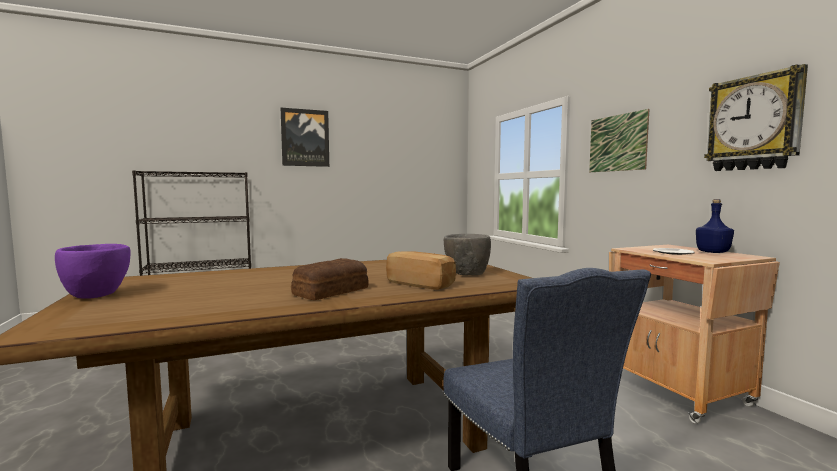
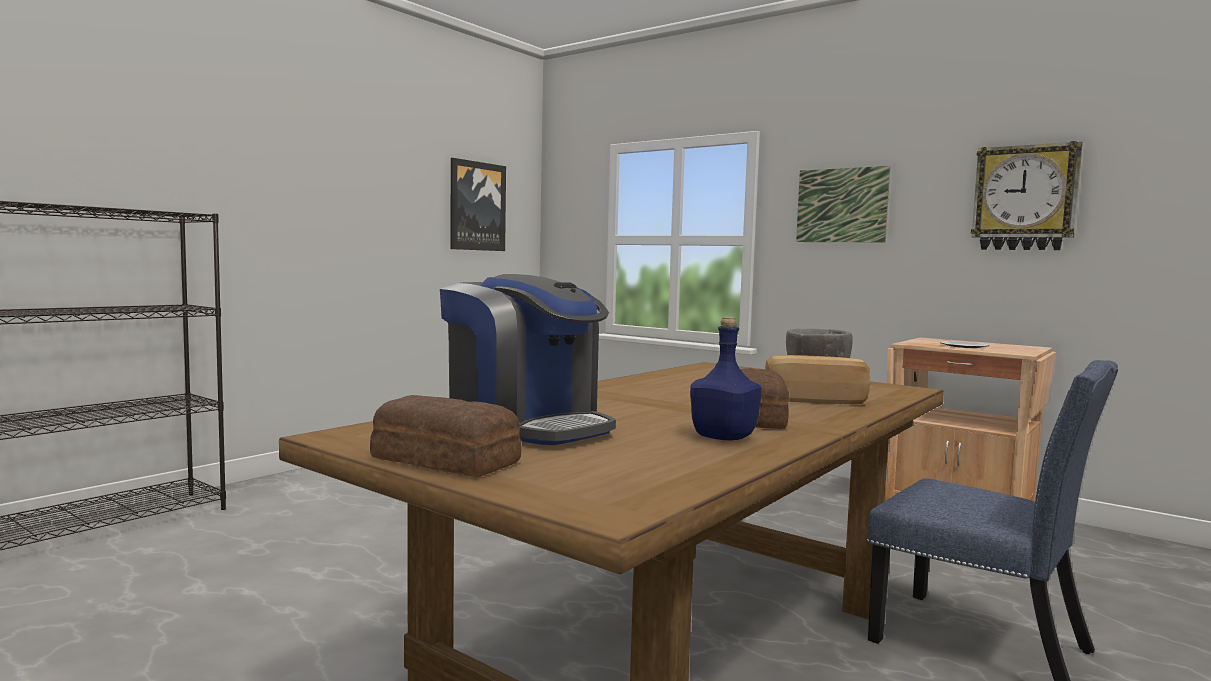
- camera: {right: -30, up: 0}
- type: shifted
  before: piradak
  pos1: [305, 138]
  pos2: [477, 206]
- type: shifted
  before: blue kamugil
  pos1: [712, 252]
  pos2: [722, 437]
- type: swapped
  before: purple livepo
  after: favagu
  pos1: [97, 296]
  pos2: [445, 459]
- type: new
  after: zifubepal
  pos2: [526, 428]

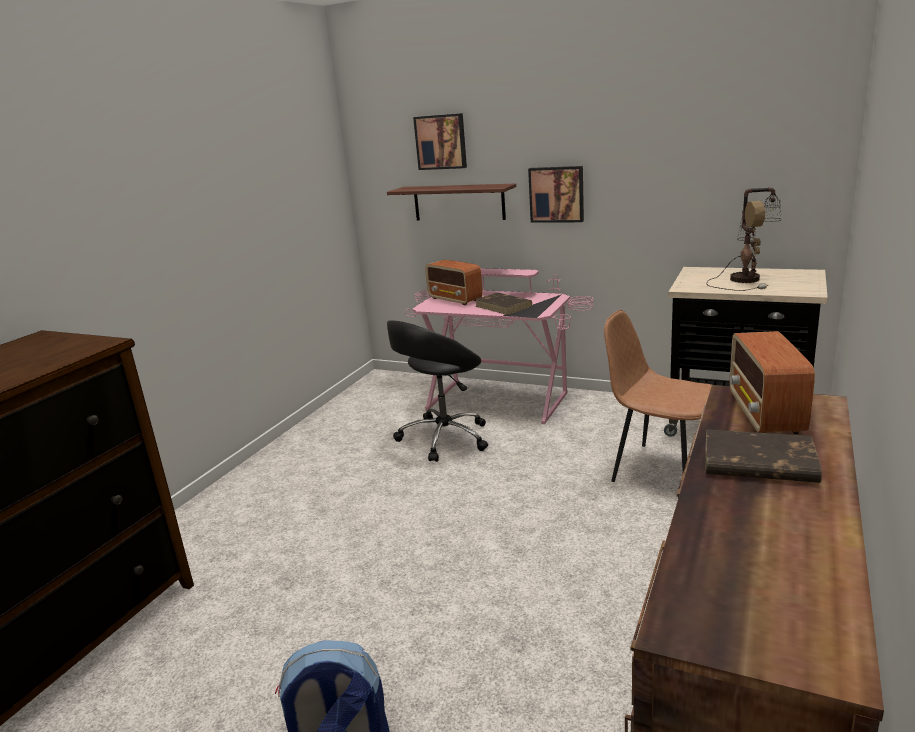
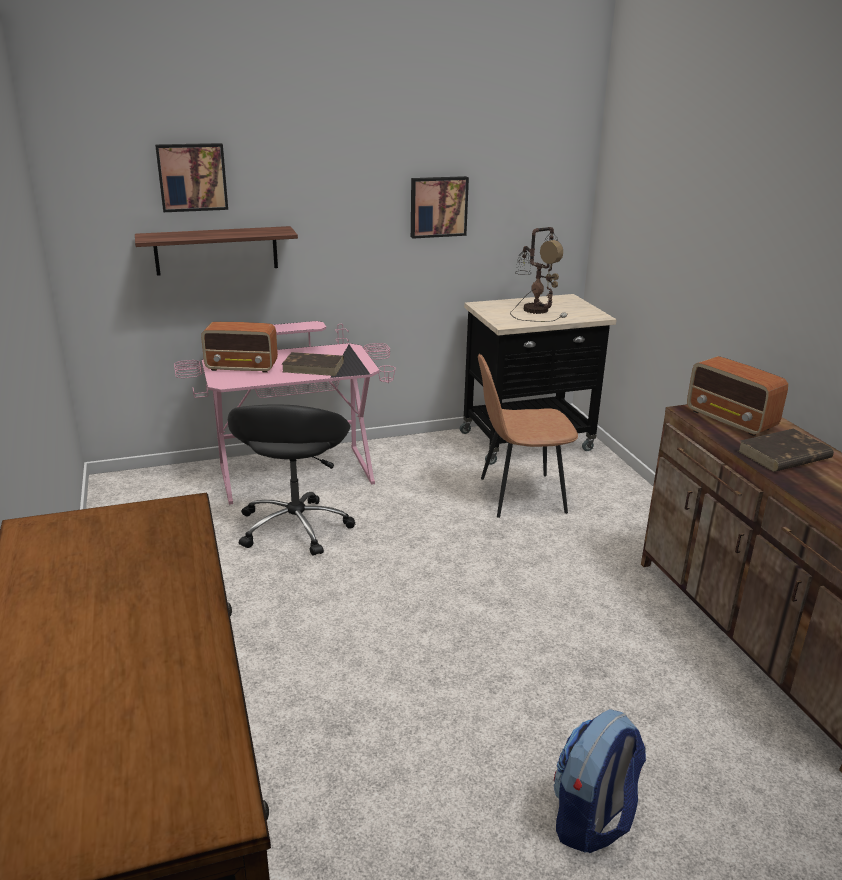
- camera: {right: -45, up: 5}
- type: shifted
  before: piradak
  pos1: [557, 194]
  pos2: [438, 206]

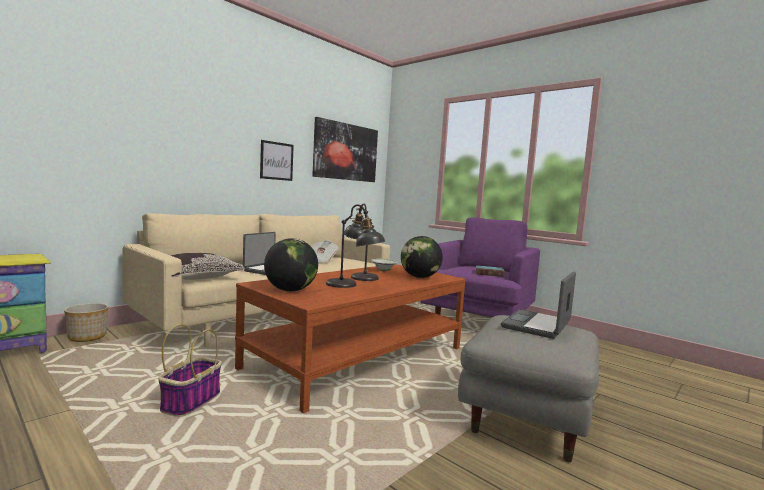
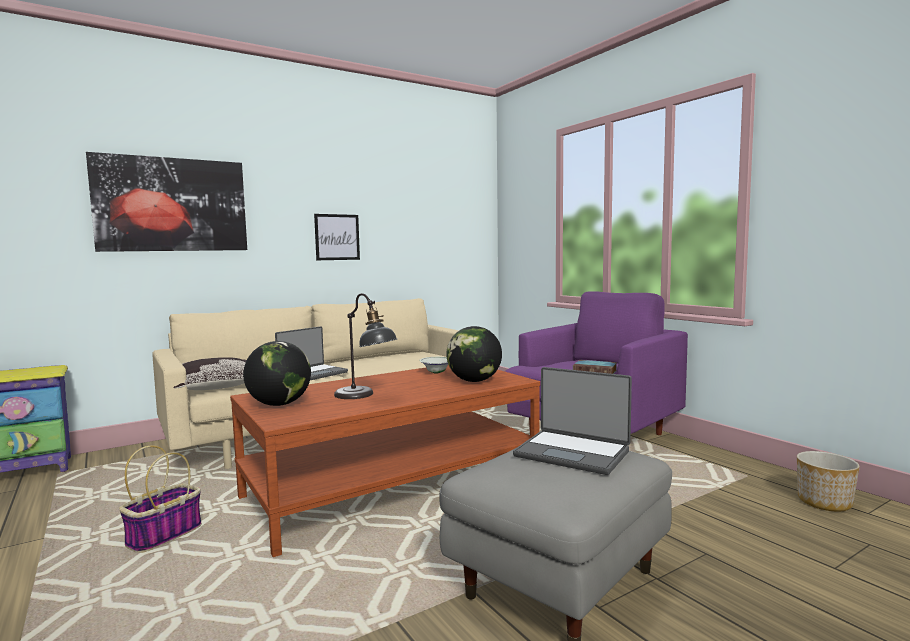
- camera: {right: 15, up: 0}
- type: shifted
  before: piradak
  pos1: [346, 152]
  pos2: [172, 205]
- type: gone
  before: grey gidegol
  pos1: [359, 275]
- type: gone
  before: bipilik
  pos1: [320, 261]
- type: rotated
  before: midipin
  pos1: [538, 325]
  pos2: [573, 453]
  turn: -105
- type: shifted
  before: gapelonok
  pos1: [87, 337]
  pos2: [824, 502]

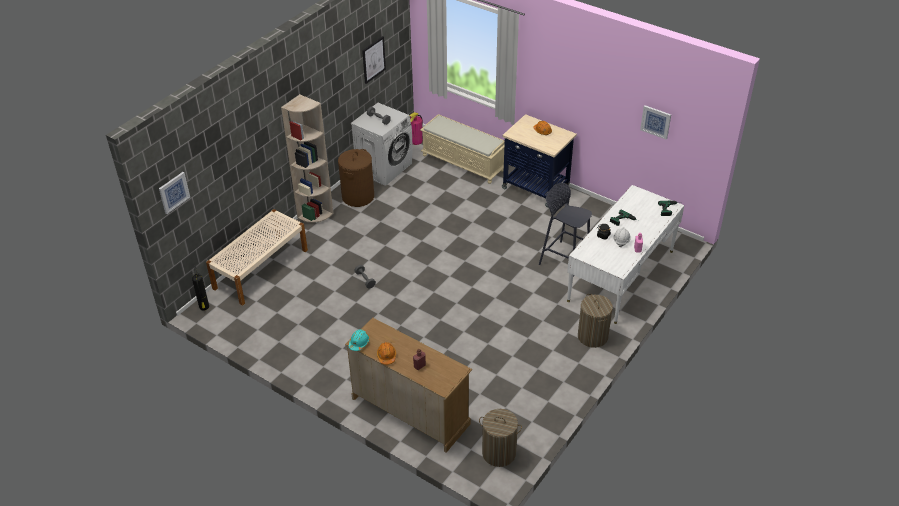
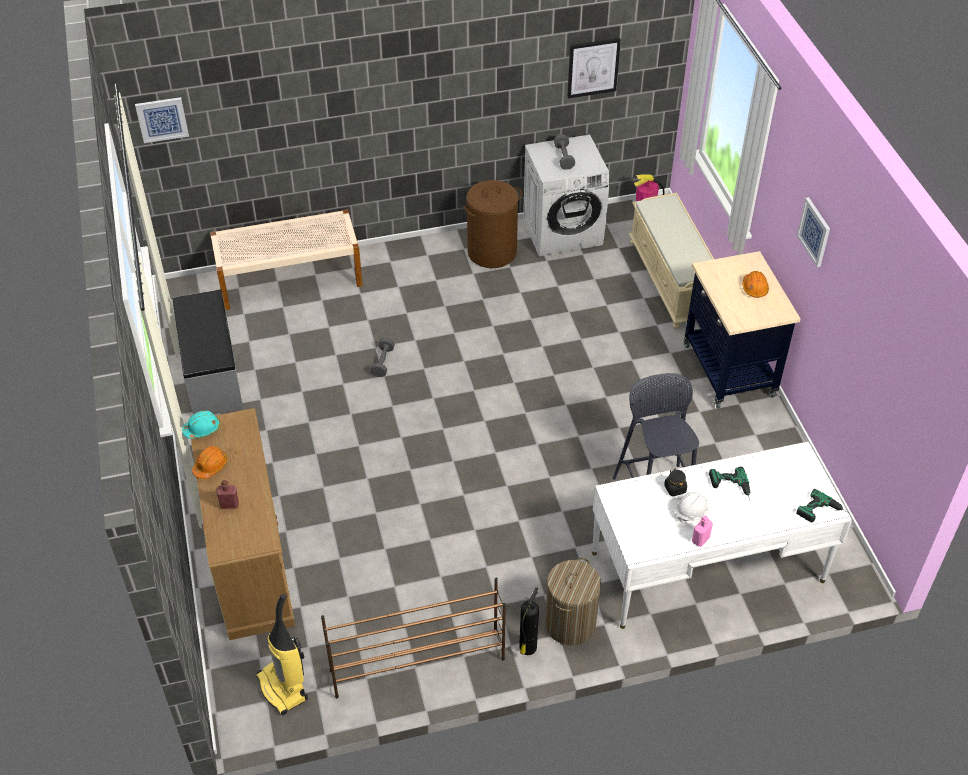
- camera: {right: 40, up: 5}
- type: gone
  before: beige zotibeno
  pos1: [315, 217]
- type: shifted
  before: piradak
  pos1: [656, 121]
  pos2: [814, 232]
- type: shifted
  before: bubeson
  pos1: [204, 307]
  pos2: [527, 649]
- type: swapped
  before: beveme
  after: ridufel
  pos1: [499, 453]
  pos2: [284, 688]
- type: new
  after: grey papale
  pos2: [211, 373]
- type: new
  after: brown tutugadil
  pos2: [416, 664]

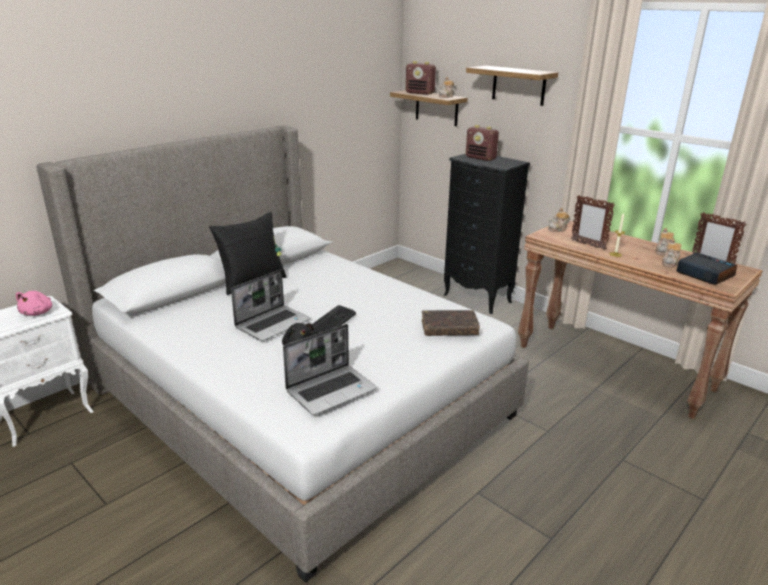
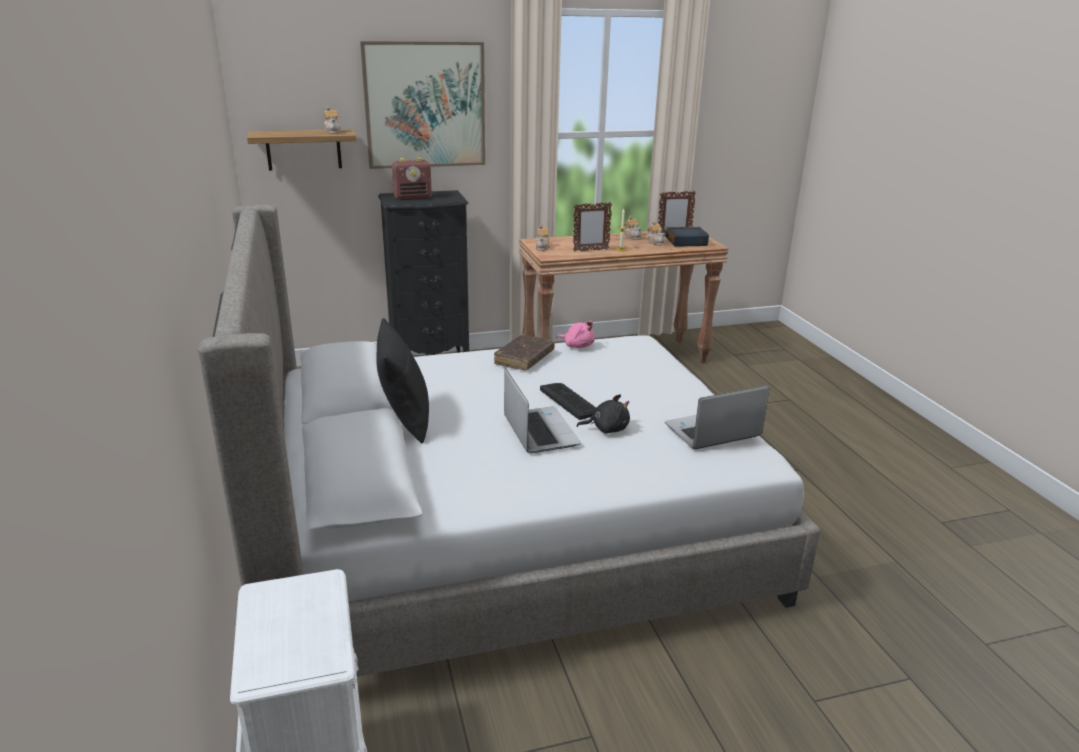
- camera: {right: -60, up: 0}
- type: gone
  before: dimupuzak
  pos1: [420, 93]
- type: swapped
  before: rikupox
  after: piradak
  pos1: [518, 85]
  pos2: [425, 105]
- type: shifted
  before: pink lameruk
  pos1: [38, 312]
  pos2: [577, 346]
- type: shifted
  before: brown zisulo
  pos1: [449, 329]
  pos2: [524, 358]
- type: rotated
  before: midipin
  pos1: [331, 390]
  pos2: [712, 432]
  turn: -105

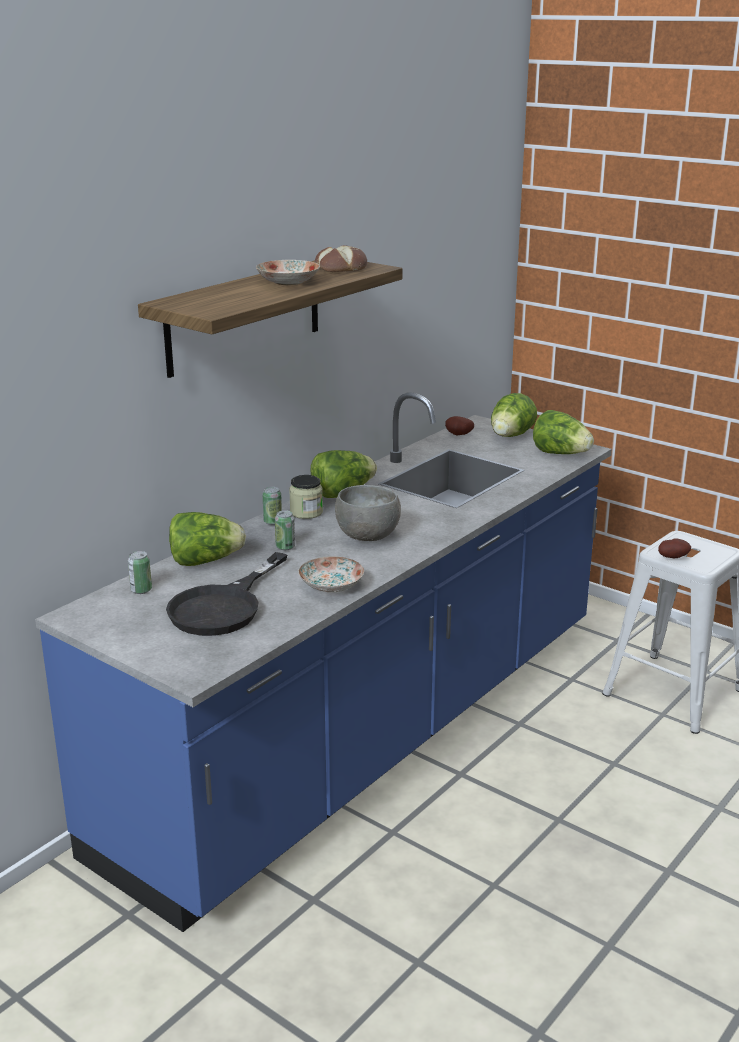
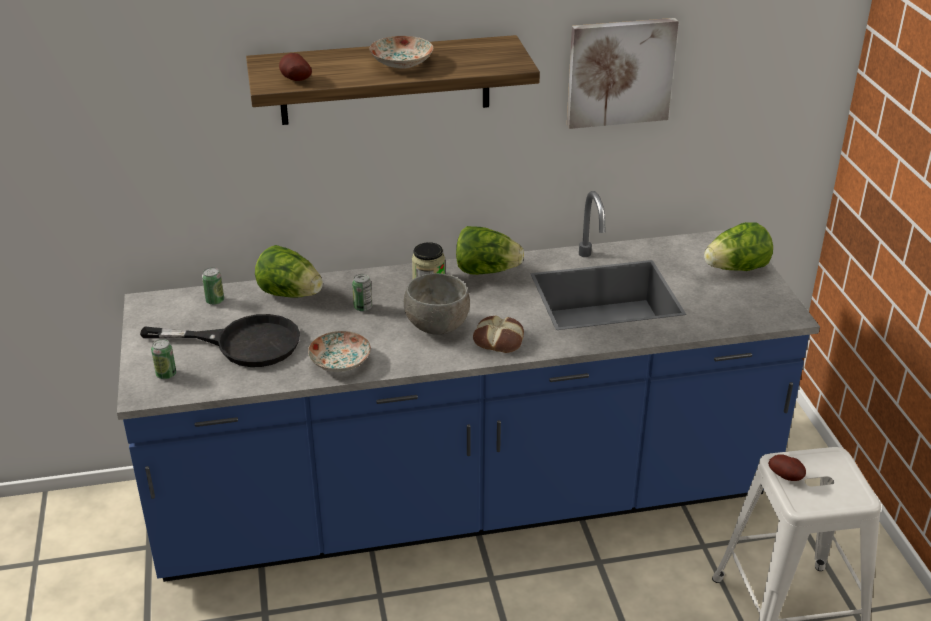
- camera: {right: 40, up: 10}
- type: shifted
  before: favagu
  pos1: [341, 267]
  pos2: [499, 339]
- type: gone
  before: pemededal
  pos1: [561, 454]
- type: shifted
  before: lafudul
  pos1: [458, 435]
  pos2: [294, 80]
- type: shifted
  before: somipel
  pos1: [272, 522]
  pos2: [166, 374]
- type: rotated
  before: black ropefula
  pos1: [223, 606]
  pos2: [243, 343]
  turn: -150
- type: new
  after: piradak
  pos2: [619, 72]

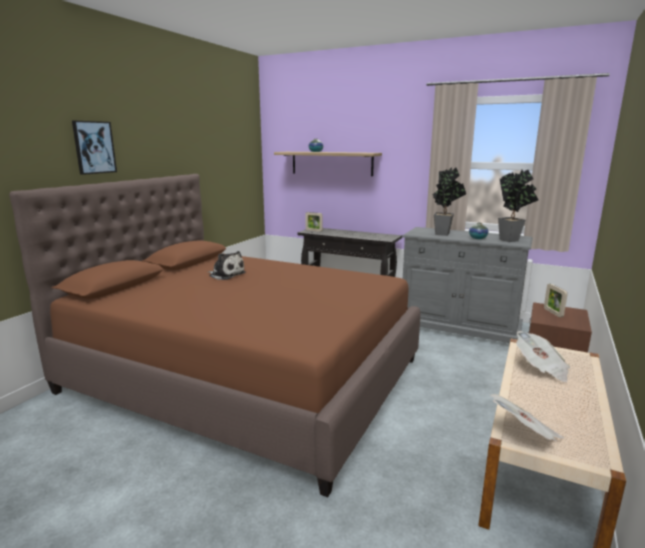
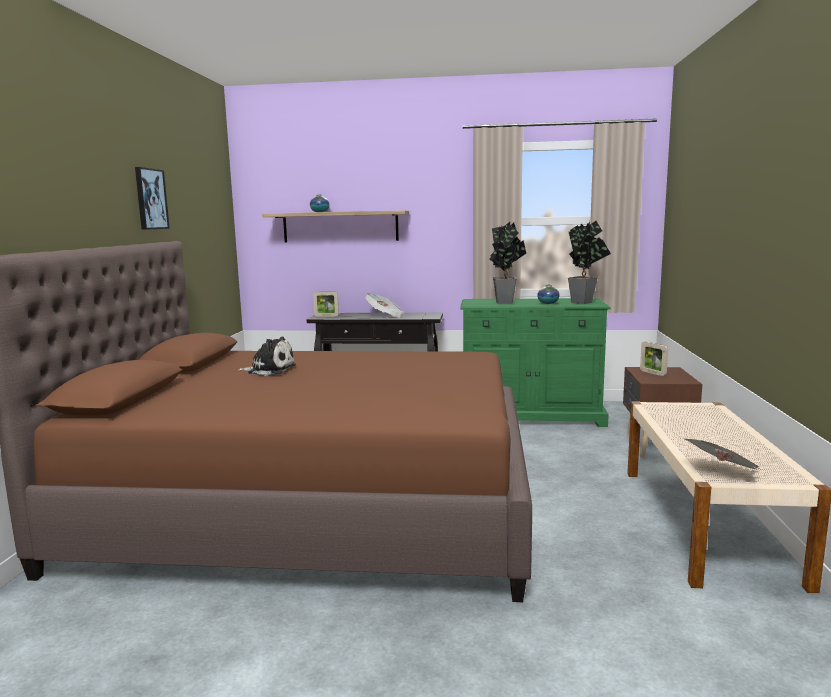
- camera: {right: -20, up: -5}
- type: shifted
  before: piradak
  pos1: [94, 147]
  pos2: [150, 199]
- type: repainted
  before: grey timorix
  after: green timorix
  pos1: [459, 327]
  pos2: [531, 415]
- type: shifted
  before: bipilik
  pos1: [541, 369]
  pos2: [385, 315]

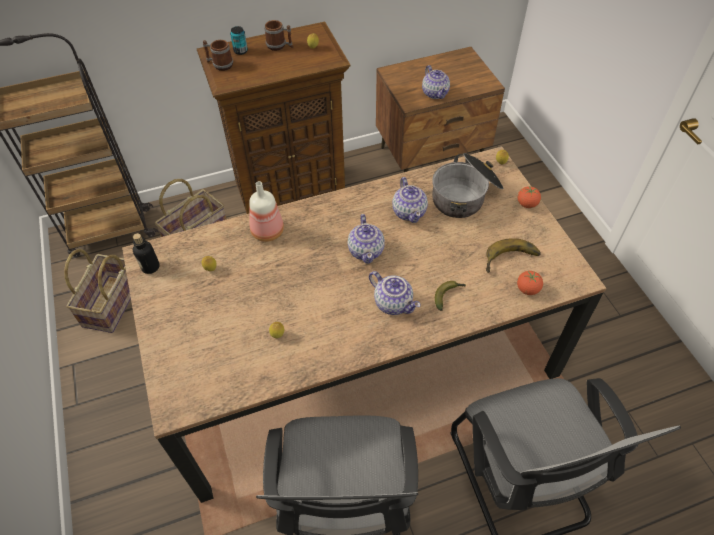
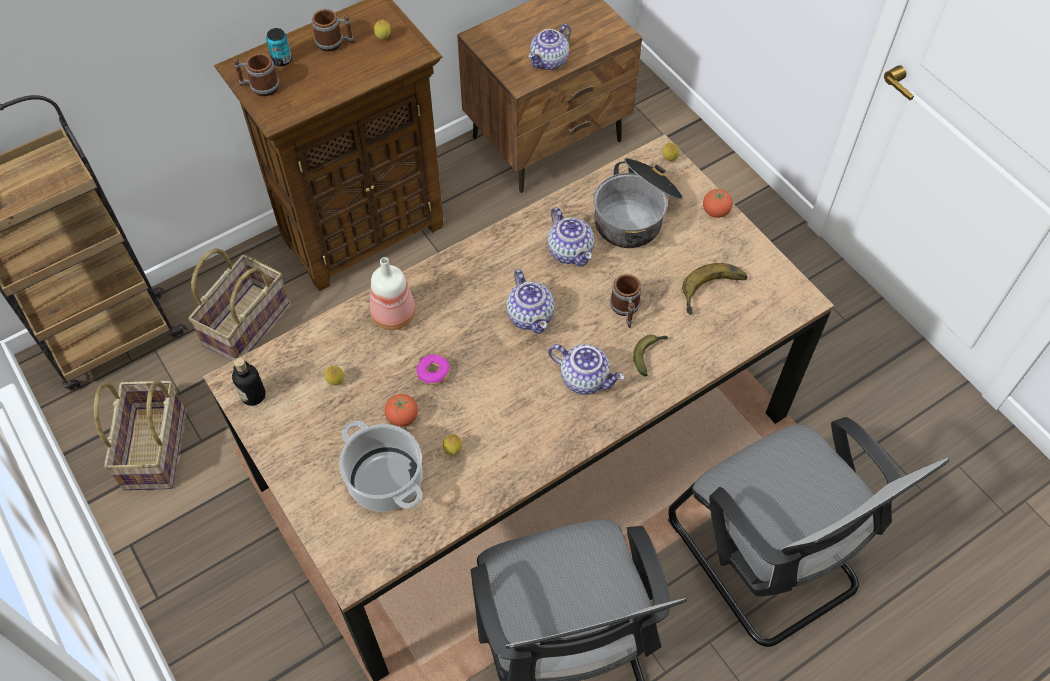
- camera: {right: -15, up: 5}
- type: rotated
  before: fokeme
  pos1: [435, 93]
  pos2: [550, 61]
  turn: 75
- type: shifted
  before: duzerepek
  pos1: [527, 289]
  pos2: [402, 417]
- type: new
  after: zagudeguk
  pos2: [625, 310]
- type: new
  after: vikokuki
  pos2: [433, 372]
- type: new
  after: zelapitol
  pos2: [384, 480]

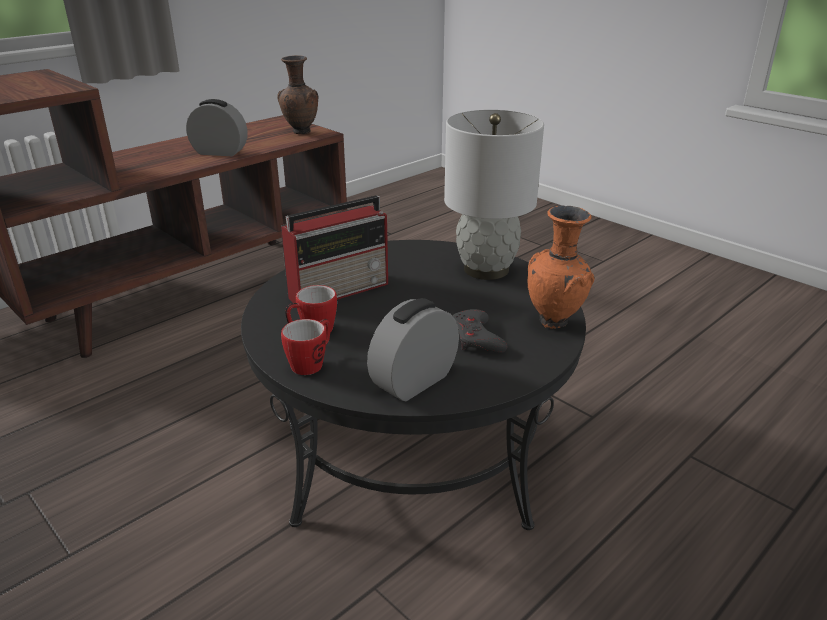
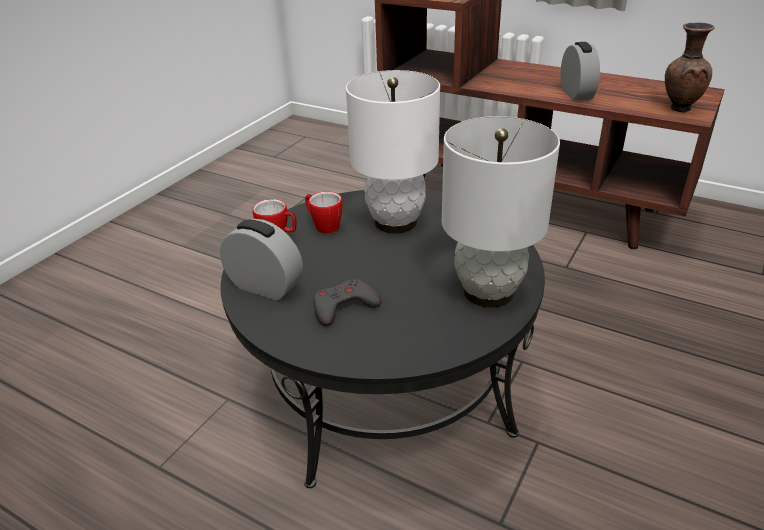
- camera: {right: 75, up: 5}
- type: swapped
  before: dimupuzak
  after: white gidegol
  pos1: [340, 289]
  pos2: [396, 222]
- type: gone
  before: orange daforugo
  pos1: [555, 322]

